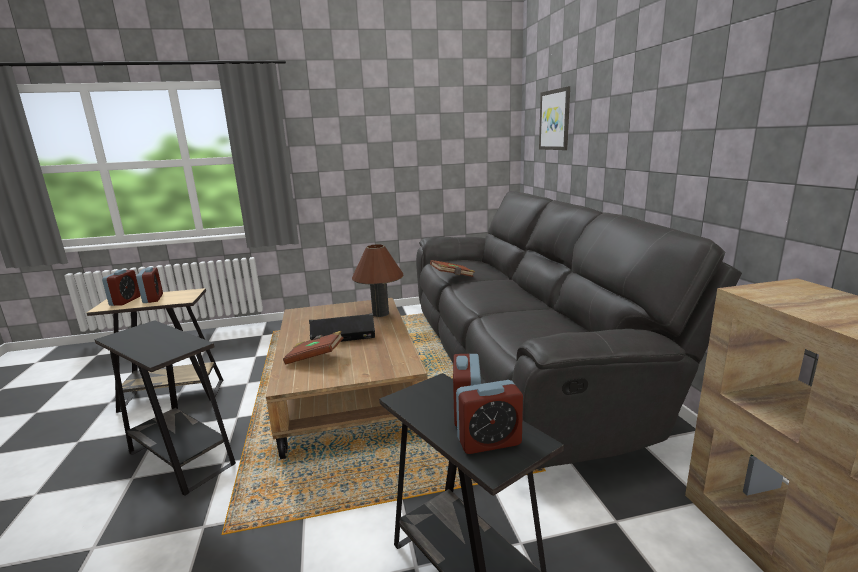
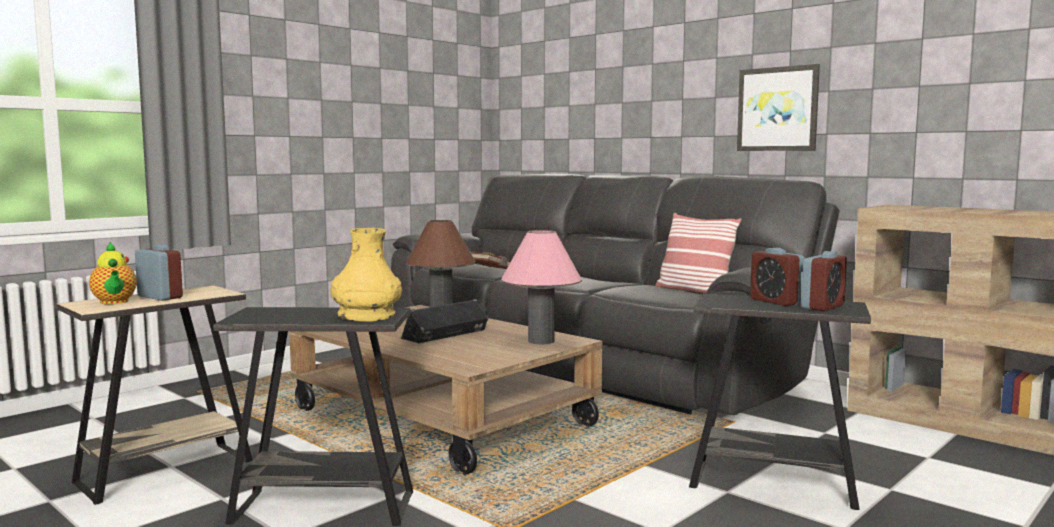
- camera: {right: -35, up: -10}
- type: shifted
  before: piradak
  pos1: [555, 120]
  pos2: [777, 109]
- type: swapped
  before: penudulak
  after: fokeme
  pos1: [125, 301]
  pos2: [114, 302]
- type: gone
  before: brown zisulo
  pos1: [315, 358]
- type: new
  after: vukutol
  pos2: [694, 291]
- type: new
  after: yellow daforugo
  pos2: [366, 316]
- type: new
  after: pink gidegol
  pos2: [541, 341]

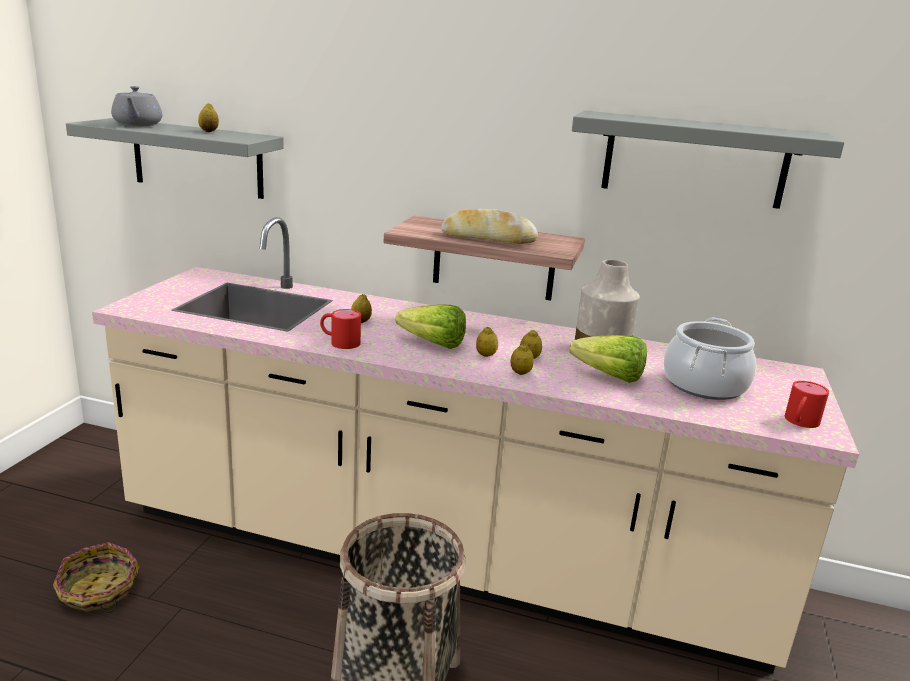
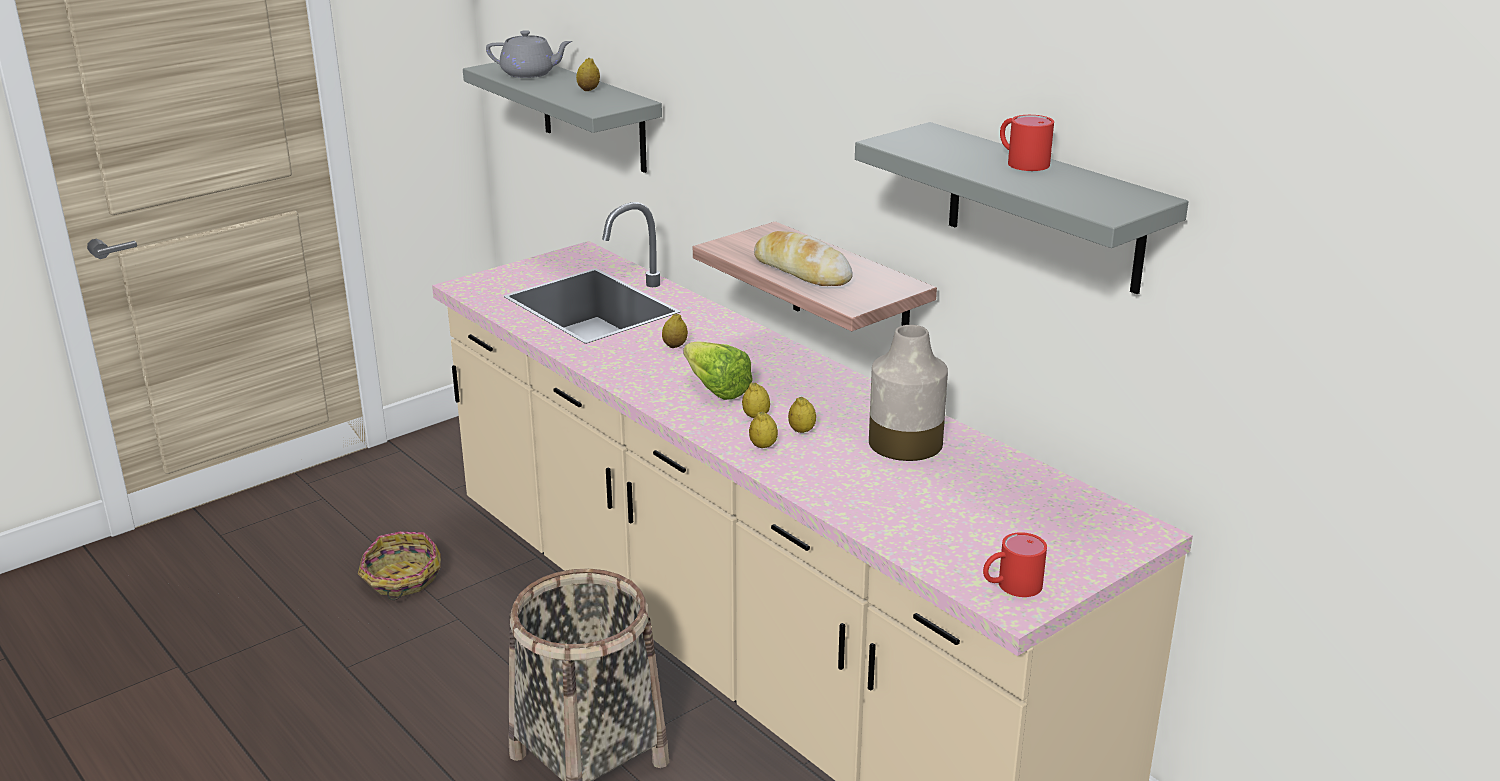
- camera: {right: 35, up: 5}
- type: rotated
  before: grey fokeme
  pos1: [137, 125]
  pos2: [530, 74]
  turn: -105
- type: shifted
  before: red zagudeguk
  pos1: [339, 342]
  pos2: [1021, 161]
- type: gone
  before: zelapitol
  pos1: [705, 385]
- type: gone
  before: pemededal
  pos1: [603, 374]

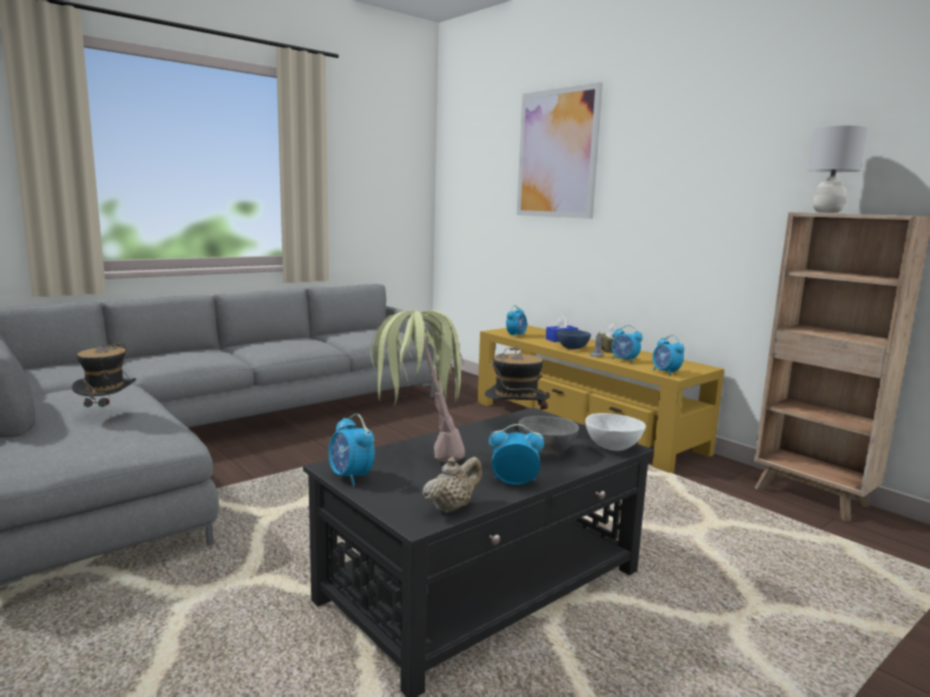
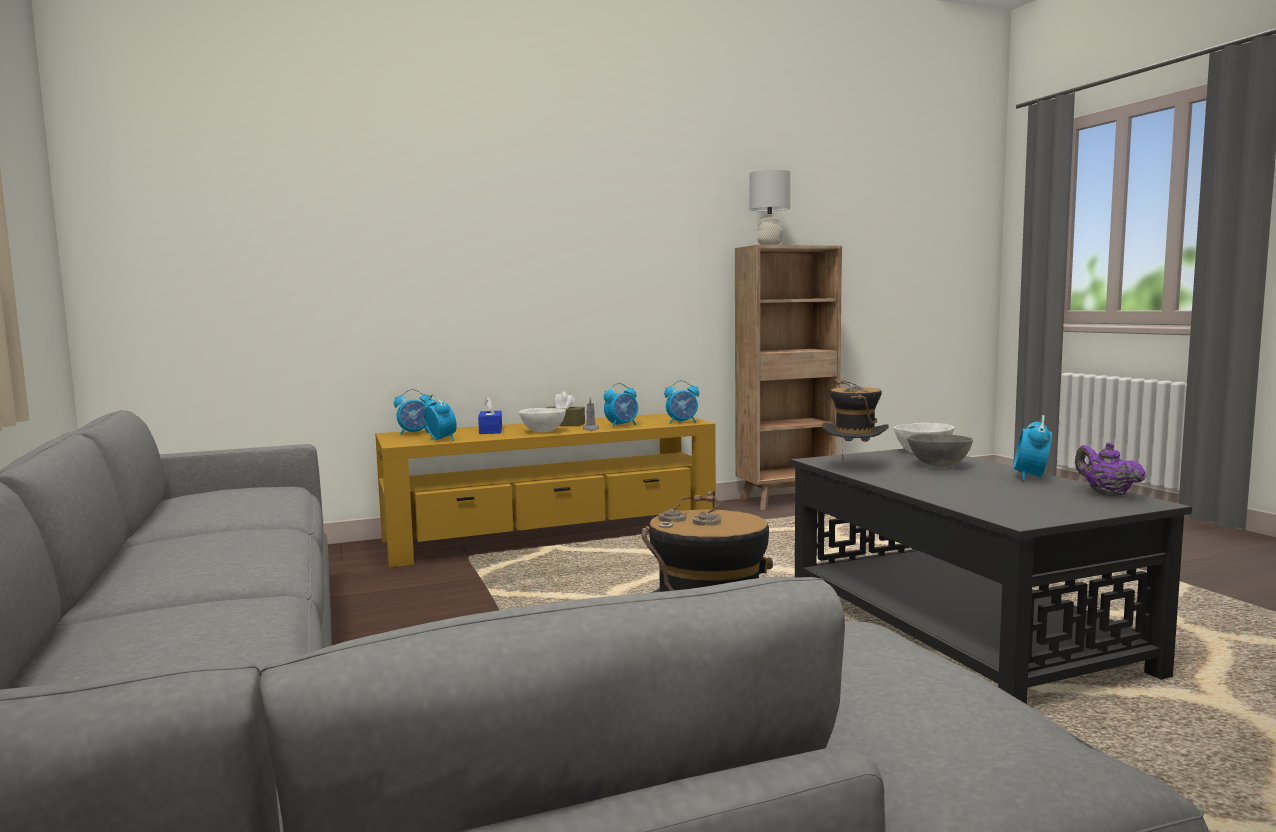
- camera: {right: -70, up: -5}
- type: gone
  before: piradak
  pos1: [557, 154]
- type: gone
  before: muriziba
  pos1: [416, 455]
- type: repainted
  before: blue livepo
  after: white livepo
  pos1: [572, 348]
  pos2: [543, 431]
- type: shifted
  before: penudulak
  pos1: [351, 477]
  pos2: [415, 433]
- type: repainted
  before: beige fokeme
  after: purple fokeme
  pos1: [452, 507]
  pos2: [1106, 493]

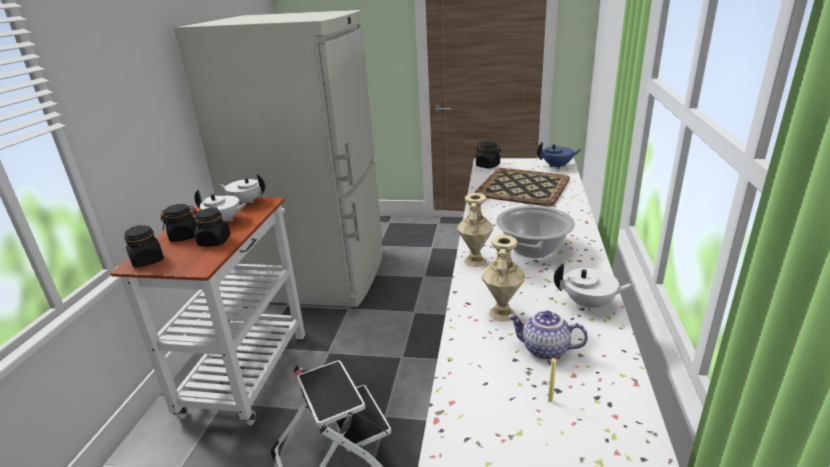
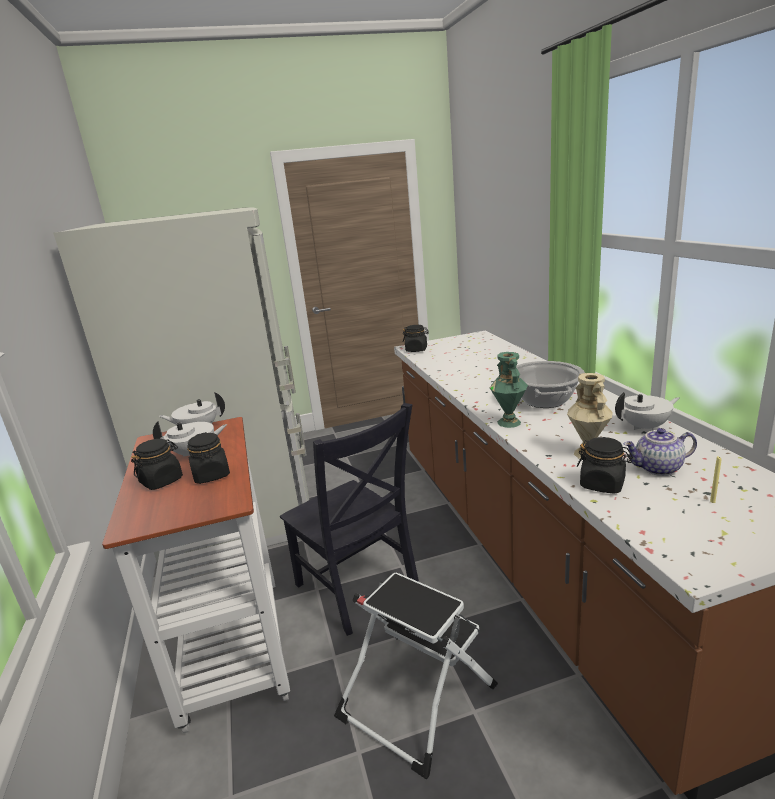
- camera: {right: -25, up: -5}
- type: gone
  before: blue fokeme
  pos1: [557, 166]
- type: gone
  before: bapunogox
  pos1: [522, 187]
- type: repainted
  before: beige daforugo
  after: green daforugo
  pos1: [475, 261]
  pos2: [509, 422]
- type: shifted
  before: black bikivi
  pos1: [147, 260]
  pos2: [602, 484]
- type: new
  after: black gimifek
  pos2: [358, 589]

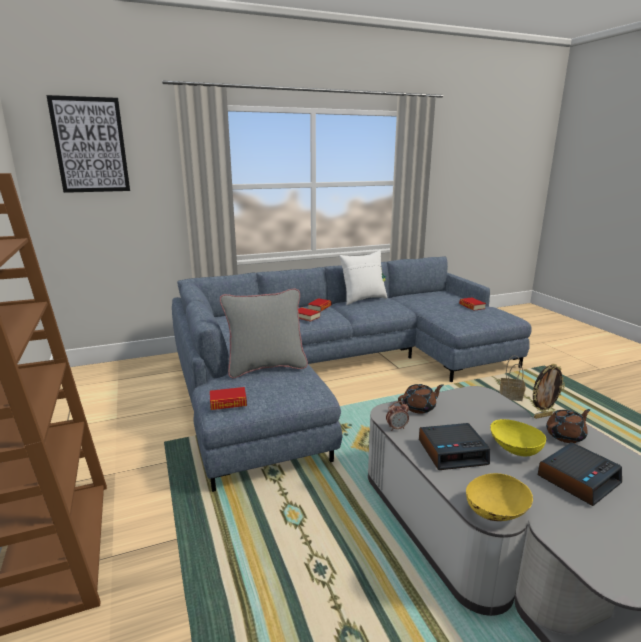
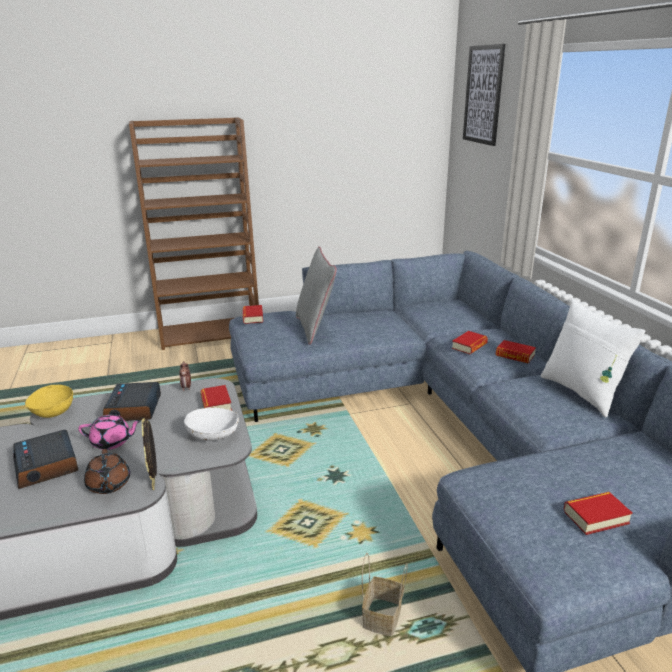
- camera: {right: 95, up: 5}
- type: swapped
  before: brown fokeme
  after: zisulo
  pos1: [419, 407]
  pos2: [216, 404]
- type: swapped
  before: yellow livepo
  after: pink fokeme
  pos1: [514, 450]
  pos2: [112, 442]
- type: new
  after: white livepo
  pos2: [213, 435]

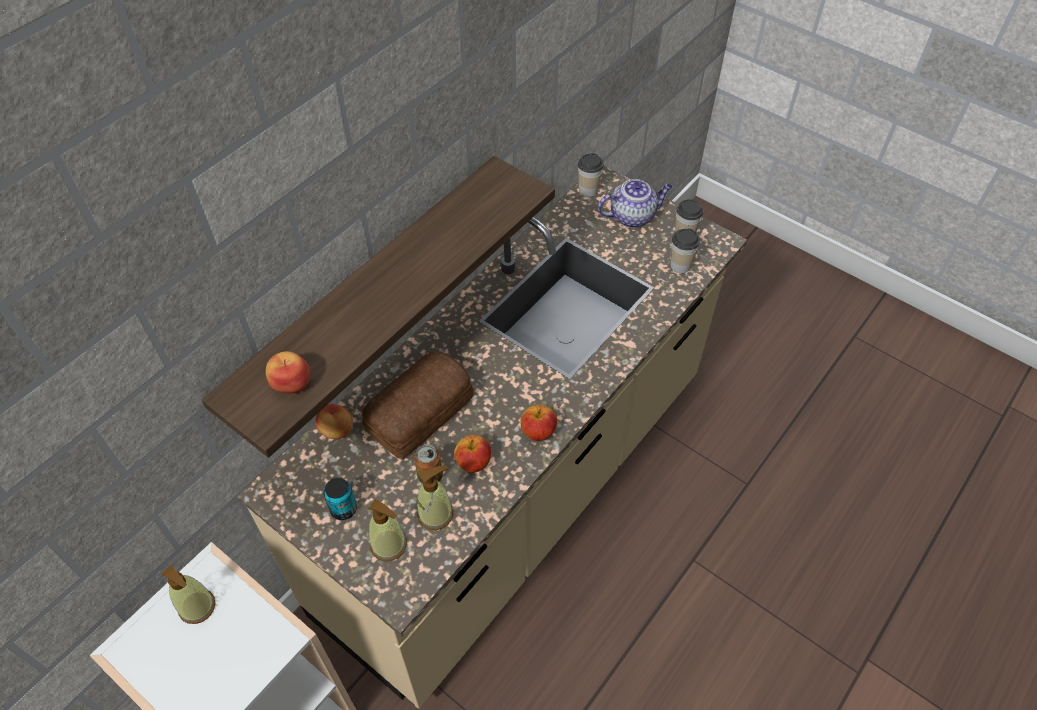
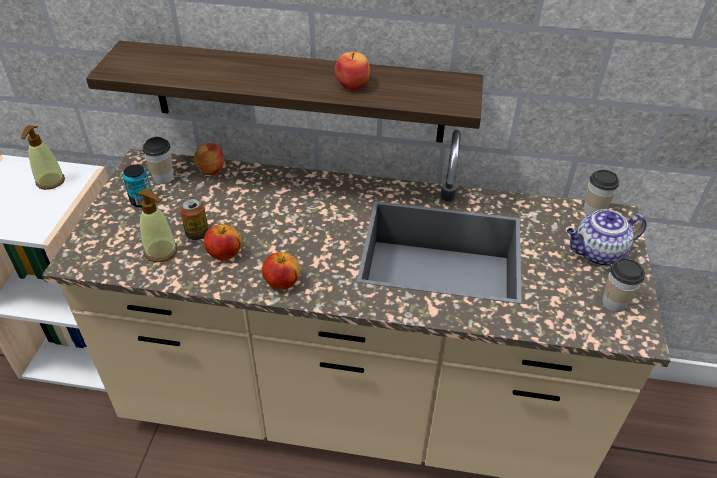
- camera: {right: 60, up: -10}
- type: rotated
  before: fokeme
  pos1: [633, 216]
  pos2: [597, 253]
  turn: 120
- type: shifted
  before: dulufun
  pos1: [680, 265]
  pos2: [163, 177]
- type: shifted
  before: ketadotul
  pos1: [291, 383]
  pos2: [353, 85]
- type: gone
  before: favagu
  pos1: [422, 413]
- type: gone
  before: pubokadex
  pos1: [389, 545]

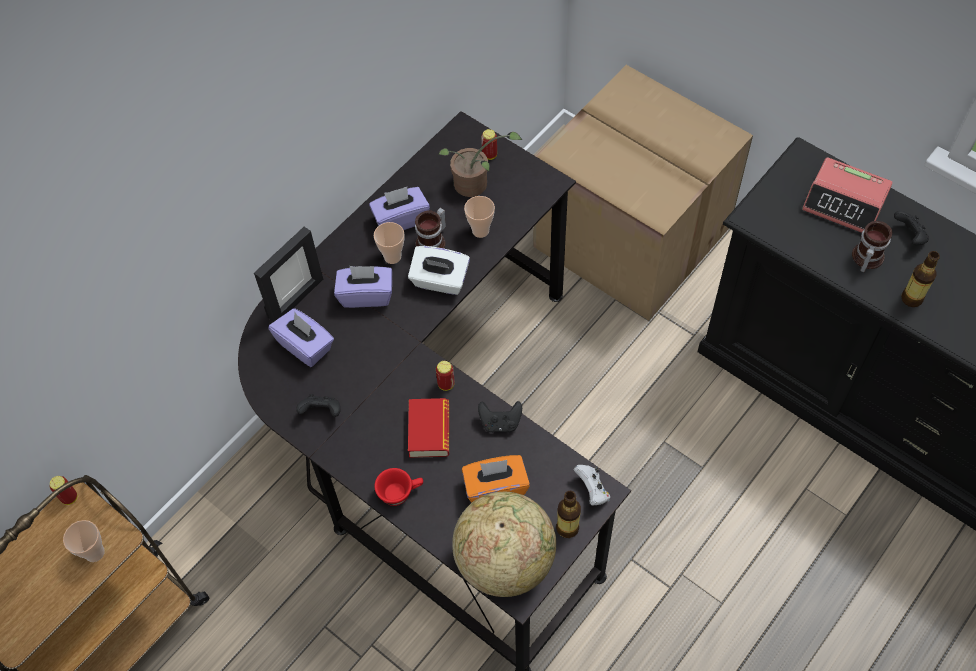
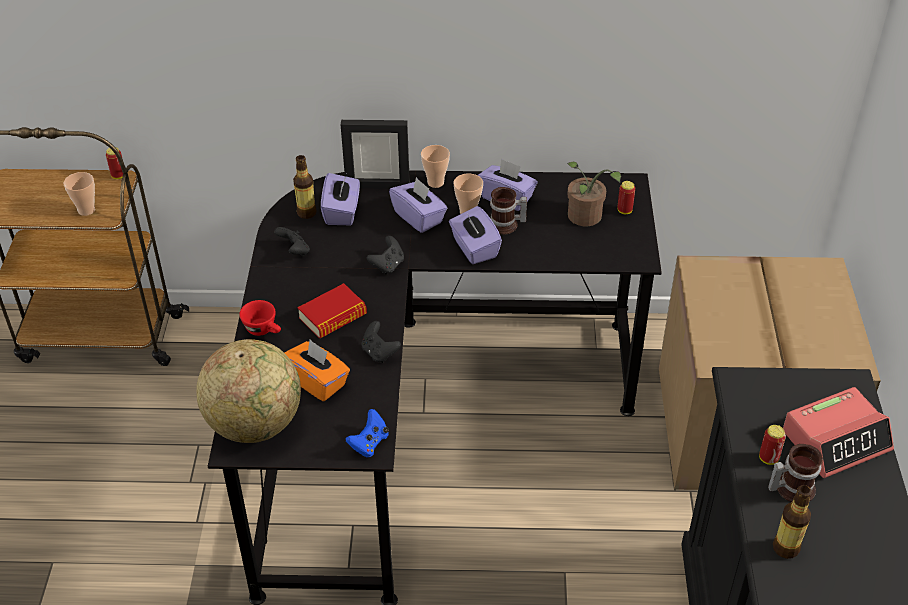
- camera: {right: 50, up: -15}
- type: rotated
  before: penudulak
  pos1: [845, 203]
  pos2: [836, 440]
  turn: -105
- type: shifted
  before: dulufun
  pos1: [480, 231]
  pos2: [435, 182]
- type: shifted
  before: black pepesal
  pos1: [909, 236]
  pos2: [387, 265]
- type: repainted
  before: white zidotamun
  after: purple zidotamun
  pos1: [440, 281]
  pos2: [474, 248]
- type: shifted
  before: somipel
  pos1: [446, 384]
  pos2: [768, 458]
- type: repainted
  before: white pepesal
  after: blue pepesal
  pos1: [592, 490]
  pos2: [369, 443]
- type: shifted
  before: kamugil
  pos1: [567, 528]
  pos2: [306, 213]

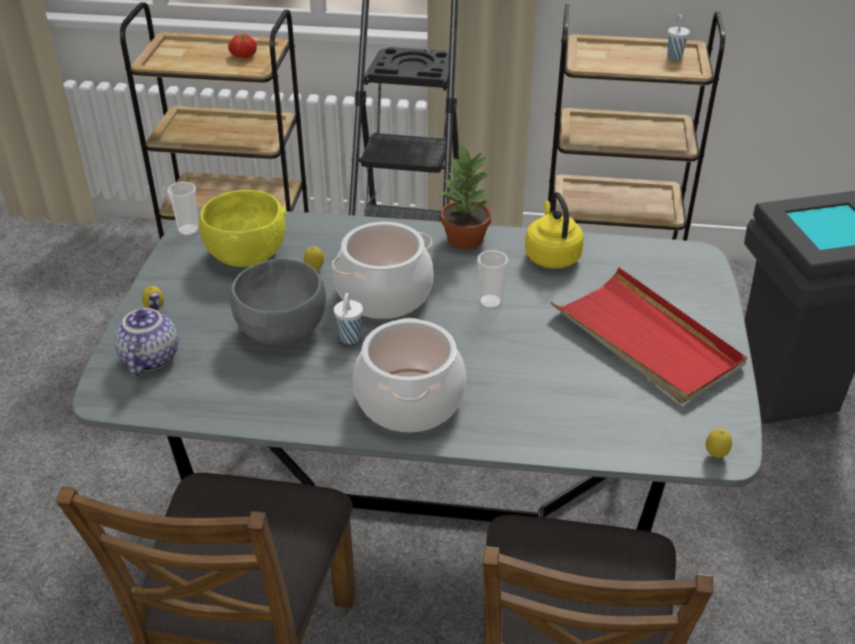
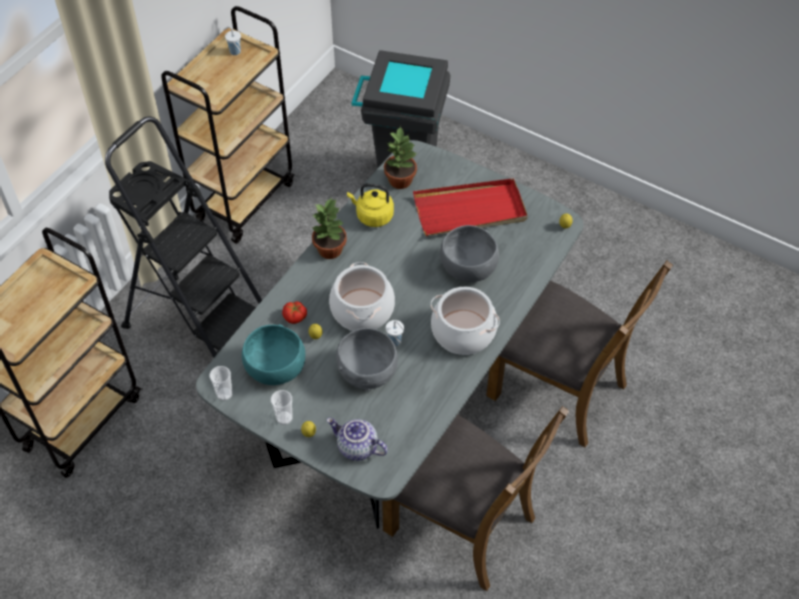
- camera: {right: -65, up: 15}
- type: shifted
  before: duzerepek
  pos1: [243, 55]
  pos2: [295, 317]
- type: repainted
  before: yellow livepo
  after: turquoise livepo
  pos1: [246, 255]
  pos2: [276, 368]
- type: shifted
  before: dulufun
  pos1: [490, 302]
  pos2: [284, 418]
- type: new
  after: muriziba
  pos2: [400, 179]
- type: new
  after: grey livepo
  pos2: [468, 268]

